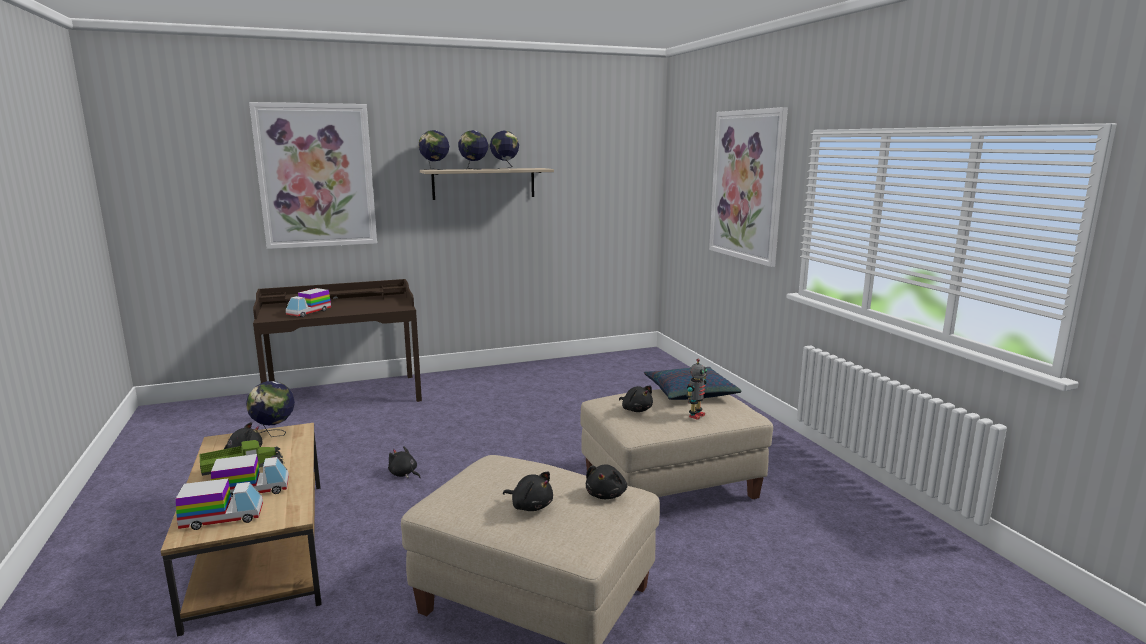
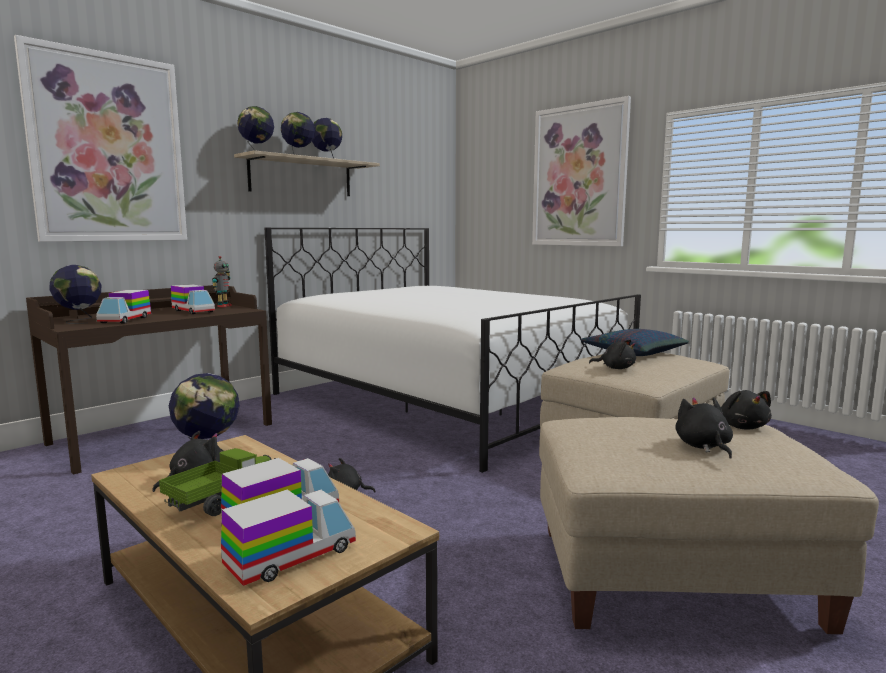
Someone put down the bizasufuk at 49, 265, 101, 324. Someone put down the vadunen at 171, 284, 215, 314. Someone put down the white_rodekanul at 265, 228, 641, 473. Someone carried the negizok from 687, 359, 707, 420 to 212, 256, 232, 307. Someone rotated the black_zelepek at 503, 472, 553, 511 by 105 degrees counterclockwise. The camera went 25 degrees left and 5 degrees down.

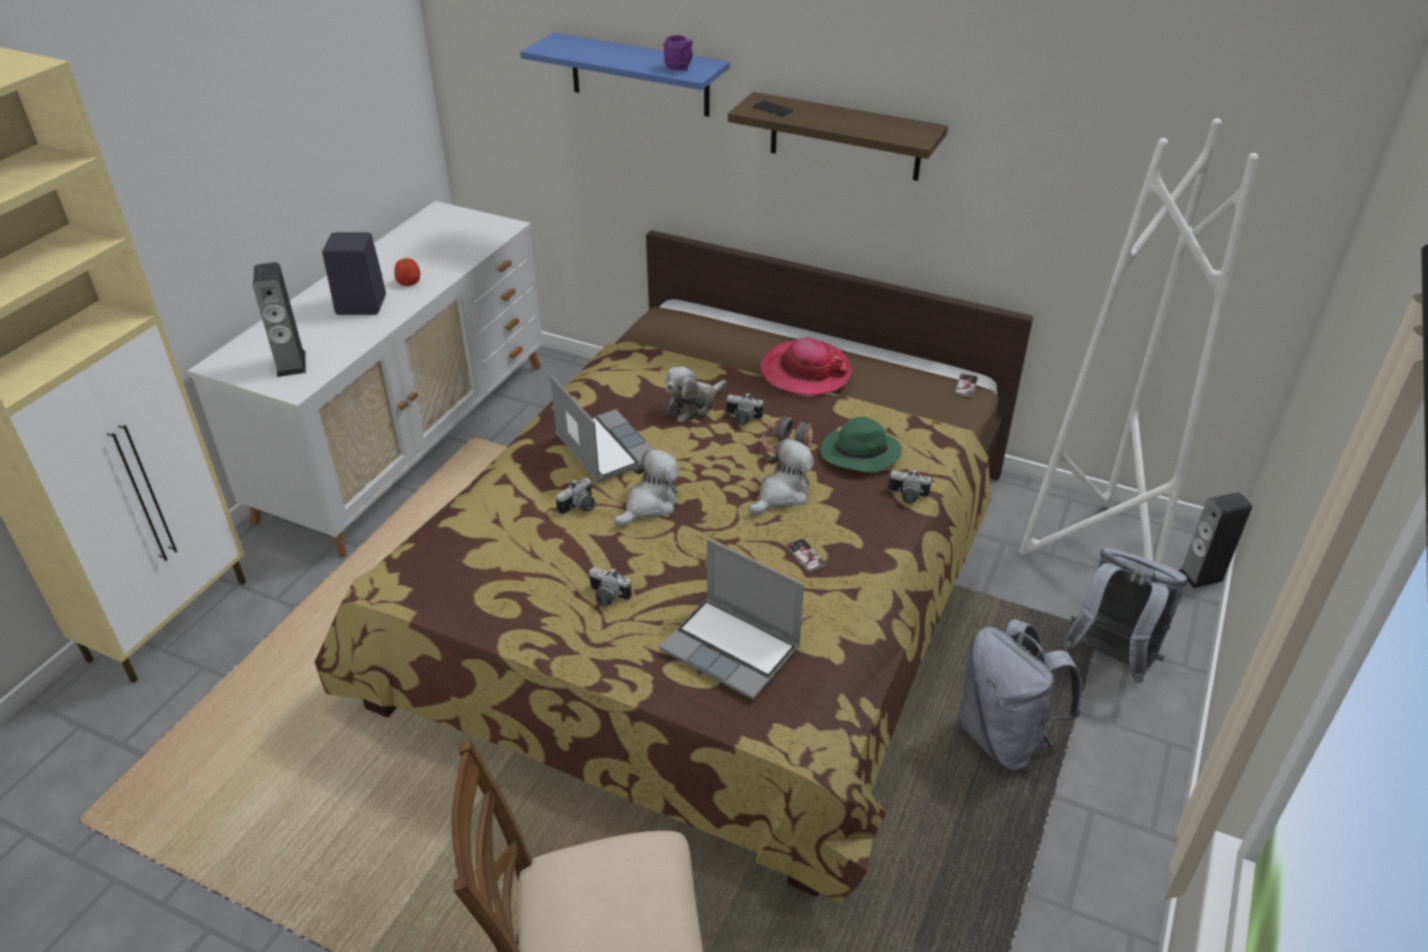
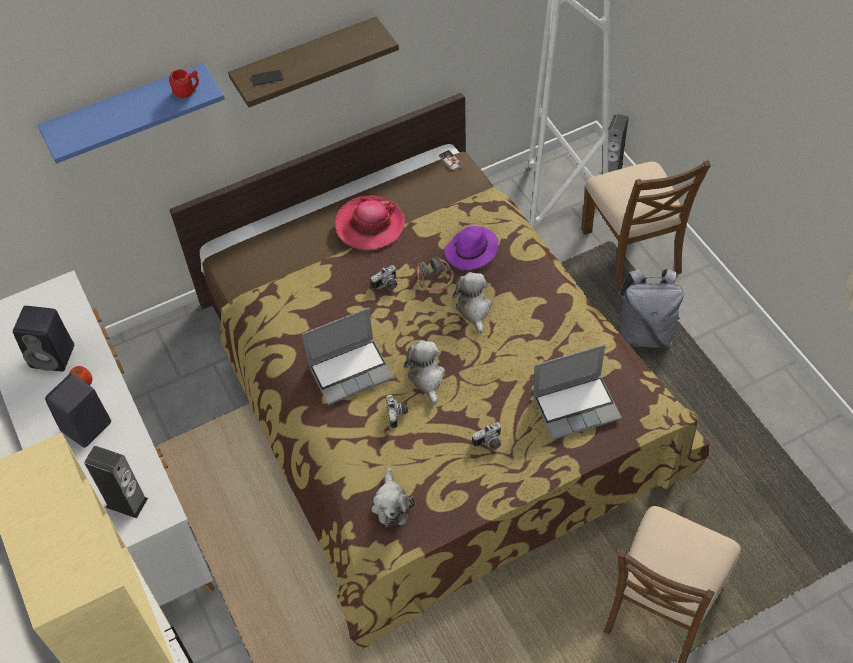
Someone took away the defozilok at 786, 539, 826, 572. Someone took away the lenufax at 889, 469, 931, 504. Someone put down the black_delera at 13, 306, 74, 372. Someone carried the zelepek from 665, 367, 727, 422 to 371, 468, 415, 527. Someone swapped the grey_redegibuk at 1062, 547, 1187, 683 for the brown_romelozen at 581, 160, 711, 290. Someone repainted the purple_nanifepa at 663, 35, 693, 71, which became the red_nanifepa at 169, 69, 199, 98. Someone repainted the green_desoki at 820, 417, 902, 473, which became the purple_desoki at 444, 226, 498, 270. Someone rotated the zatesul at 550, 374, 652, 483 by 150 degrees clockwise. The camera went 50 degrees left and 15 degrees up.

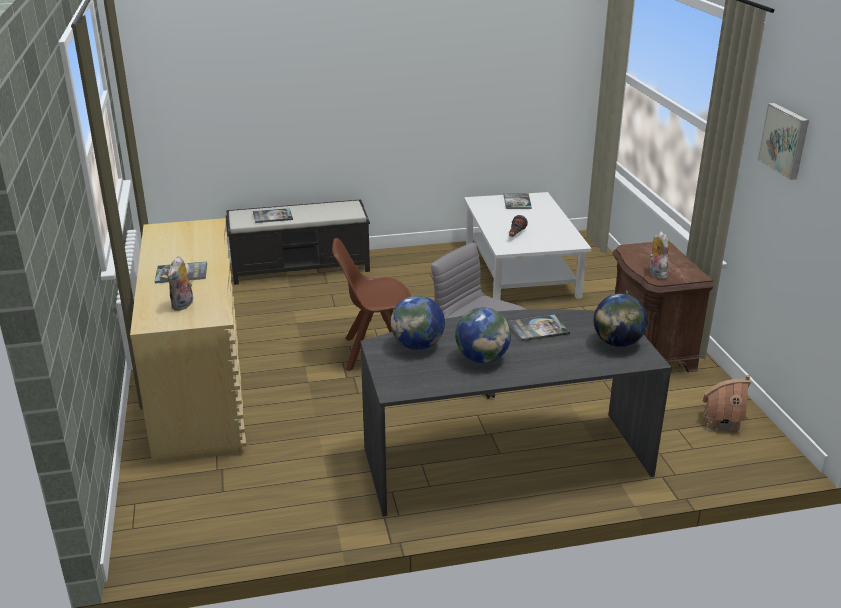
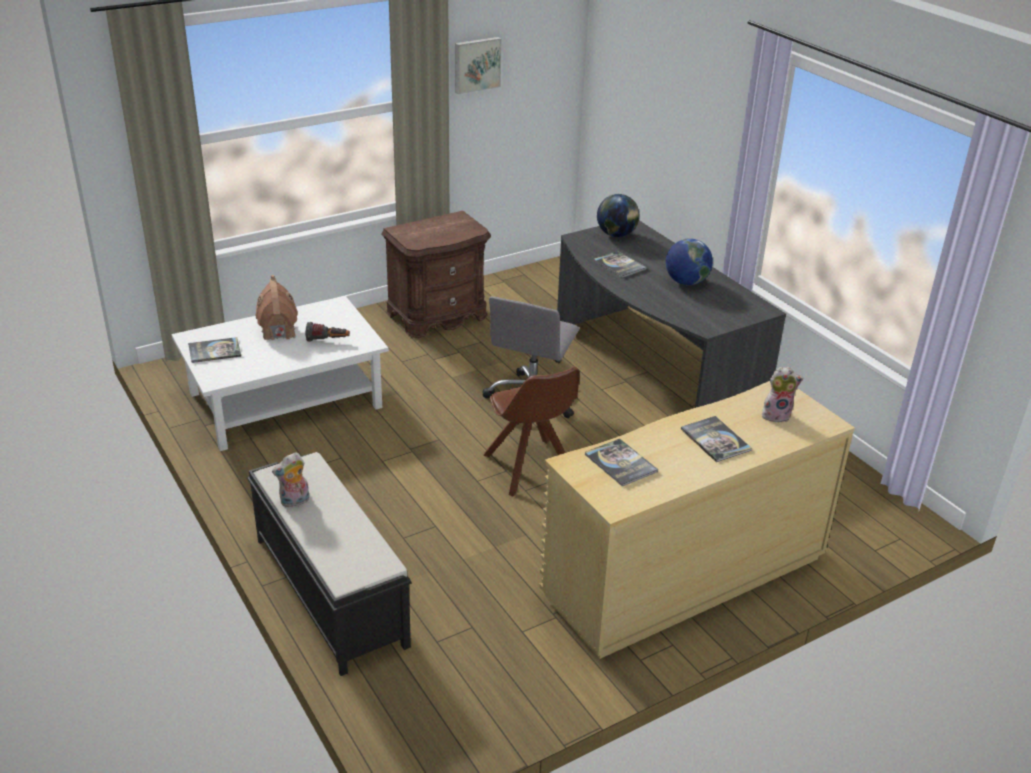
Someone took away the bizasufuk at 391, 296, 445, 350. Someone carried the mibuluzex from 253, 208, 293, 223 to 585, 439, 658, 487. Someone carried the zelepek from 649, 232, 669, 279 to 272, 452, 309, 507. Someone carried the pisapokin from 703, 375, 751, 431 to 256, 275, 298, 340. The camera went 110 degrees left and 5 degrees up.

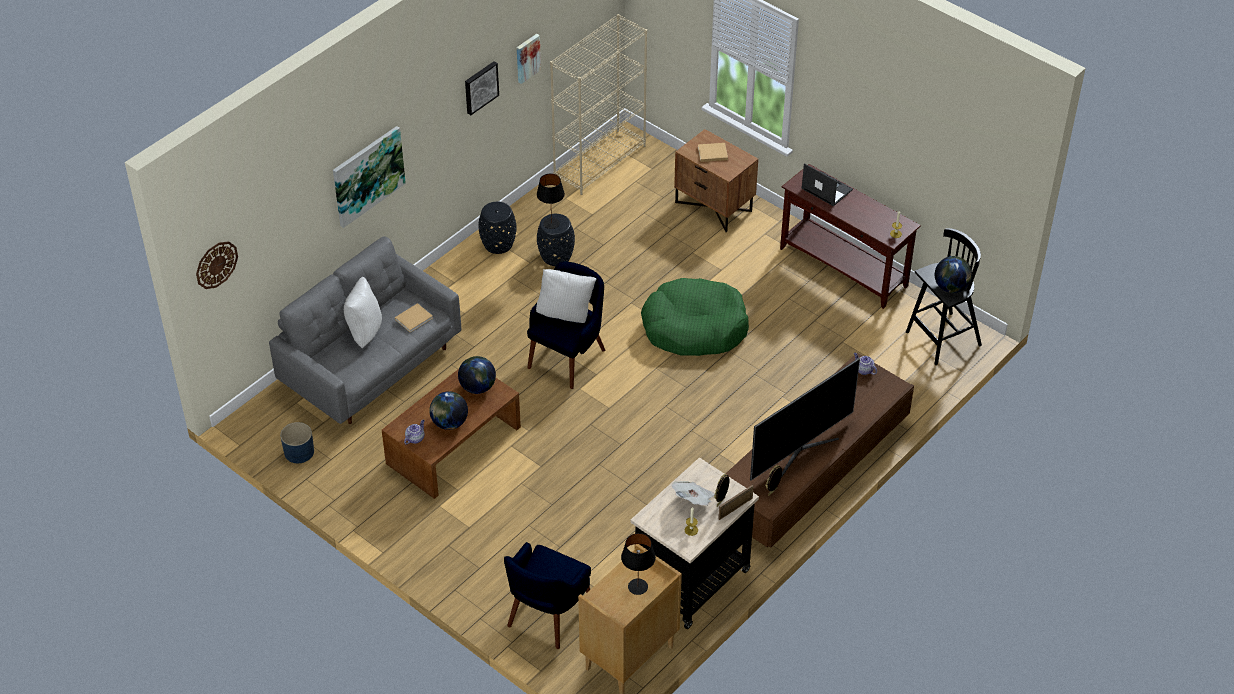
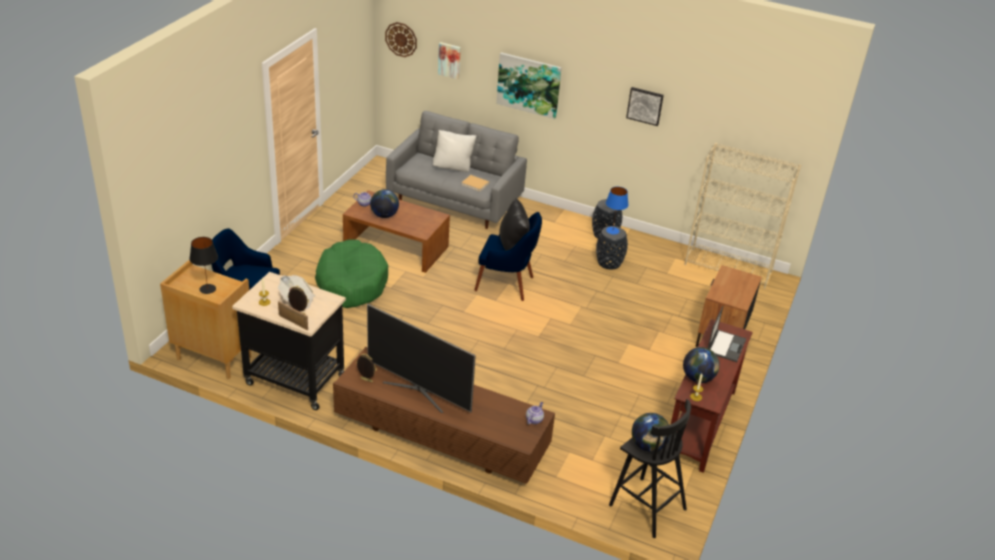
Someone took away the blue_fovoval at 280, 422, 314, 463. Someone took away the beige_mibuluzex at 698, 143, 728, 162. Someone carried the bizasufuk from 458, 356, 496, 394 to 683, 347, 720, 383. Someone carried the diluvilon from 517, 34, 541, 84 to 438, 42, 461, 79. Someone carried the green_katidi from 641, 278, 749, 356 to 315, 239, 388, 308. Someone repainted the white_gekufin at 536, 269, 596, 323, which became the black_gekufin at 499, 198, 530, 251. Someone repainted the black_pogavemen at 537, 173, 565, 229, which became the blue_pogavemen at 606, 187, 628, 234. The camera went 70 degrees right and 10 degrees down.

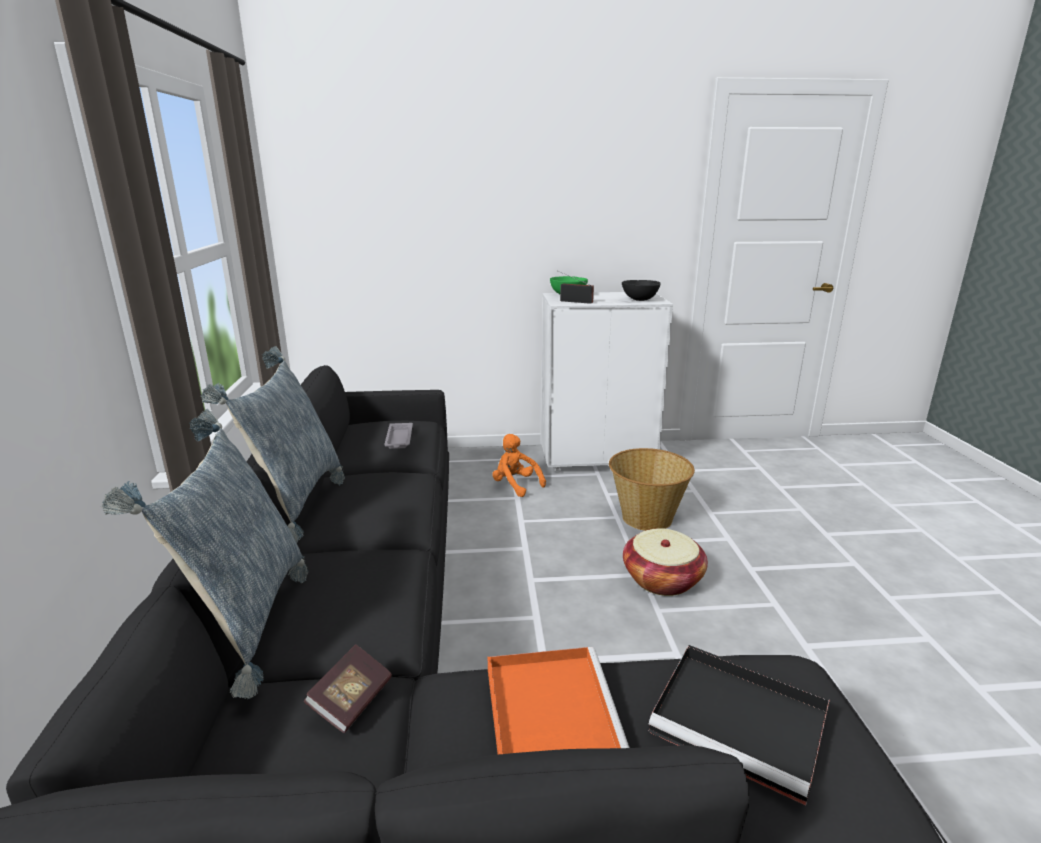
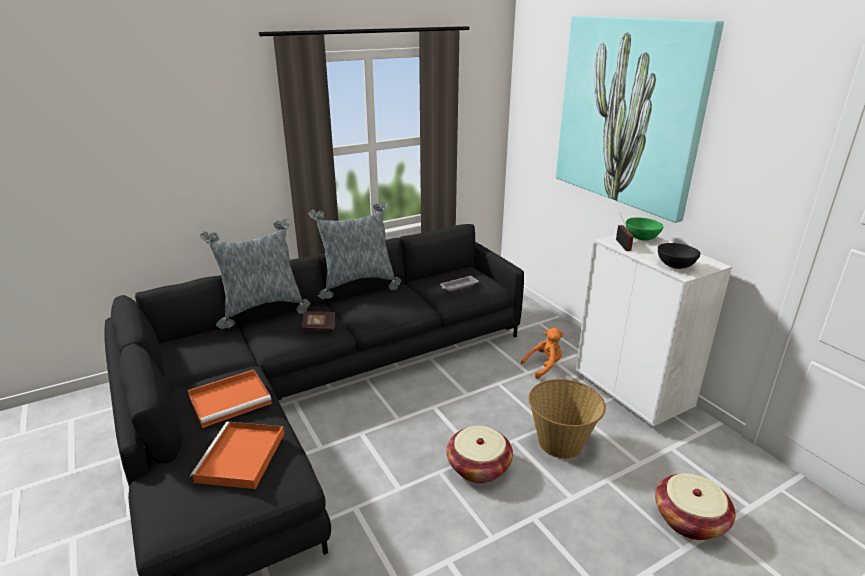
Someone put up the diluvilon at 556, 16, 724, 223. Someone put down the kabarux at 655, 473, 736, 540. Someone carried the mibuluzex from 304, 644, 392, 733 to 302, 311, 335, 331. Someone repainted the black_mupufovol at 648, 645, 830, 806, which became the orange_mupufovol at 190, 422, 284, 489. Someone rotated the orange_zelepek at 492, 434, 546, 497 by 45 degrees clockwise. The camera went 65 degrees right and 5 degrees up.

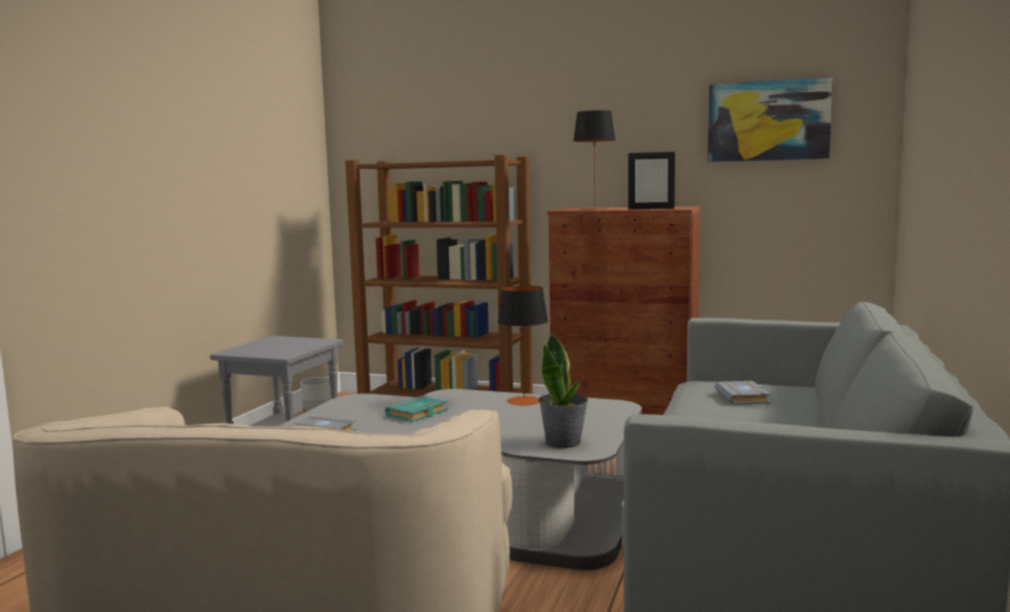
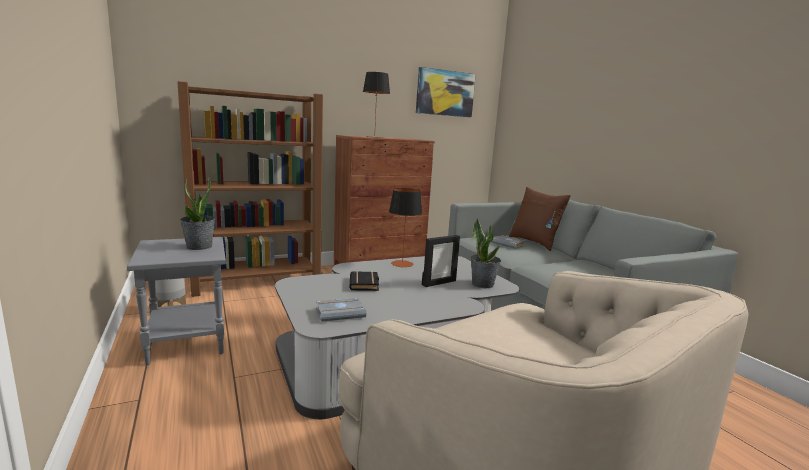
Someone put down the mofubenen at 180, 176, 215, 250. Someone put down the brown_gekufin at 509, 187, 571, 251. Someone carried the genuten from 628, 152, 675, 209 to 422, 235, 460, 287. Someone repainted the turquoise_mibuluzex at 385, 396, 448, 422, which became the black_mibuluzex at 349, 271, 379, 291. The camera went 45 degrees left and 5 degrees up.

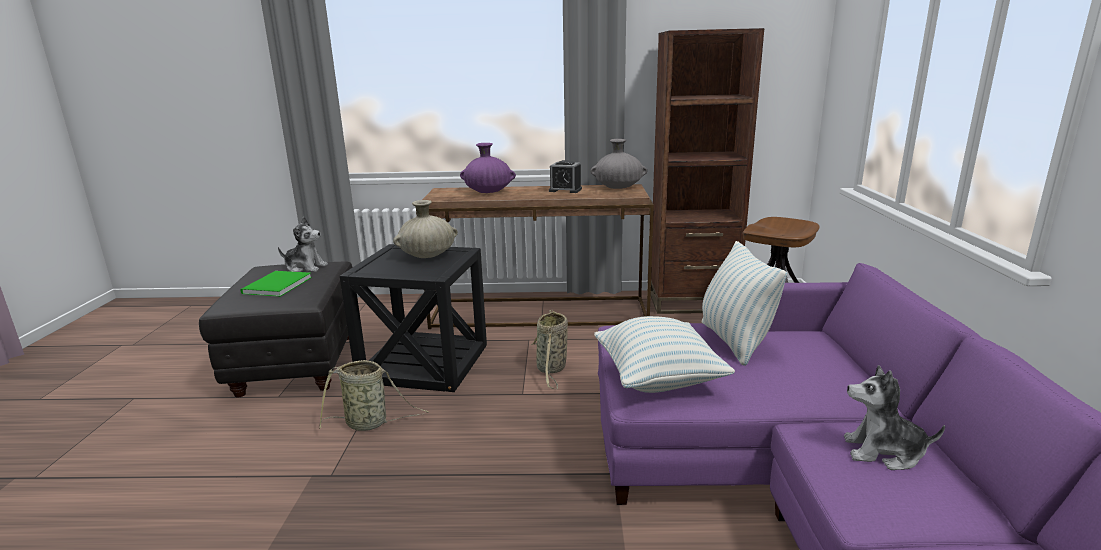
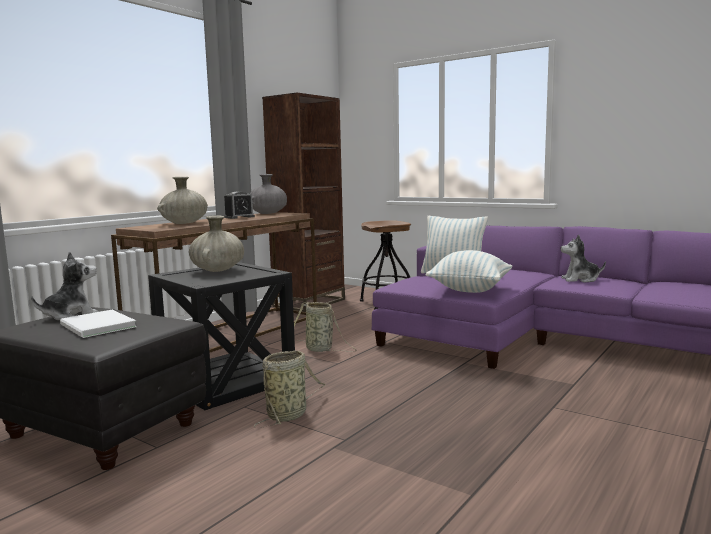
Someone repainted the green_mibuluzex at 241, 271, 312, 297, which became the white_mibuluzex at 60, 310, 137, 338. Someone repainted the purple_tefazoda at 460, 143, 516, 193, which became the beige_tefazoda at 157, 177, 208, 224. Someone rotated the zelepek at 844, 365, 945, 470 by 45 degrees clockwise. The camera went 55 degrees left and 10 degrees down.

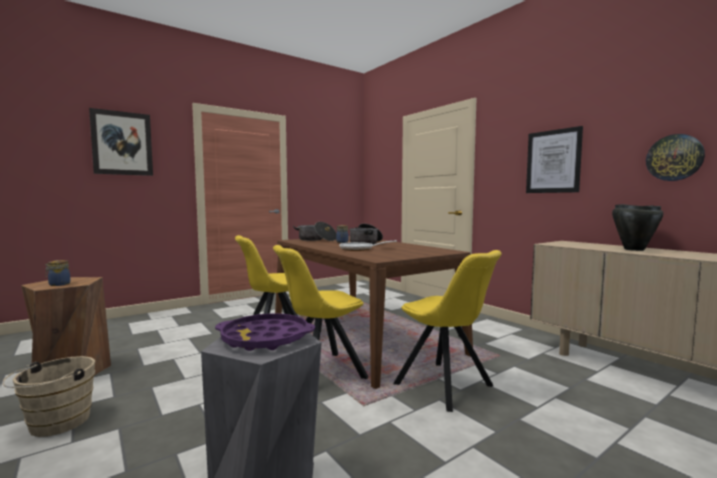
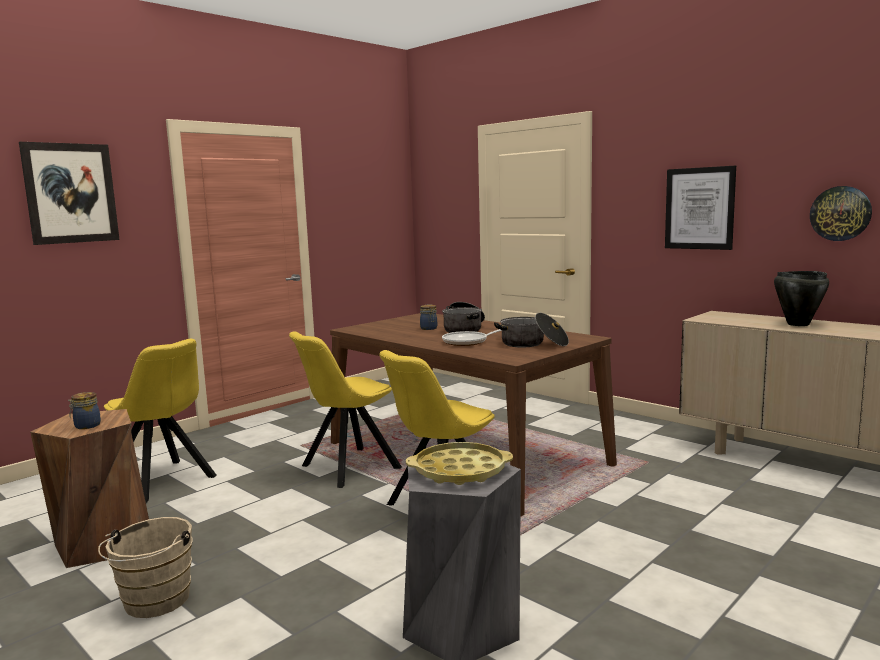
Someone carried the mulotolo from 293, 222, 336, 241 to 494, 313, 569, 348. Someone carried the yellow_romelozen from 394, 250, 502, 412 to 104, 339, 216, 503. Someone repainted the purple_mupufovol at 215, 313, 315, 351, which became the yellow_mupufovol at 406, 442, 513, 485. The camera went 10 degrees left and 5 degrees up.

